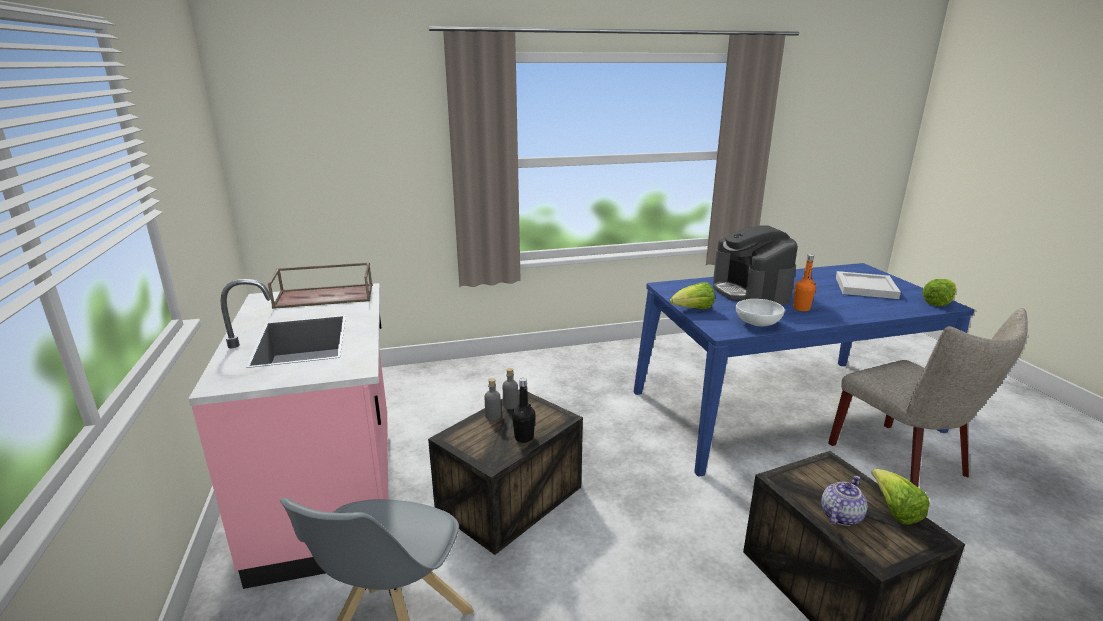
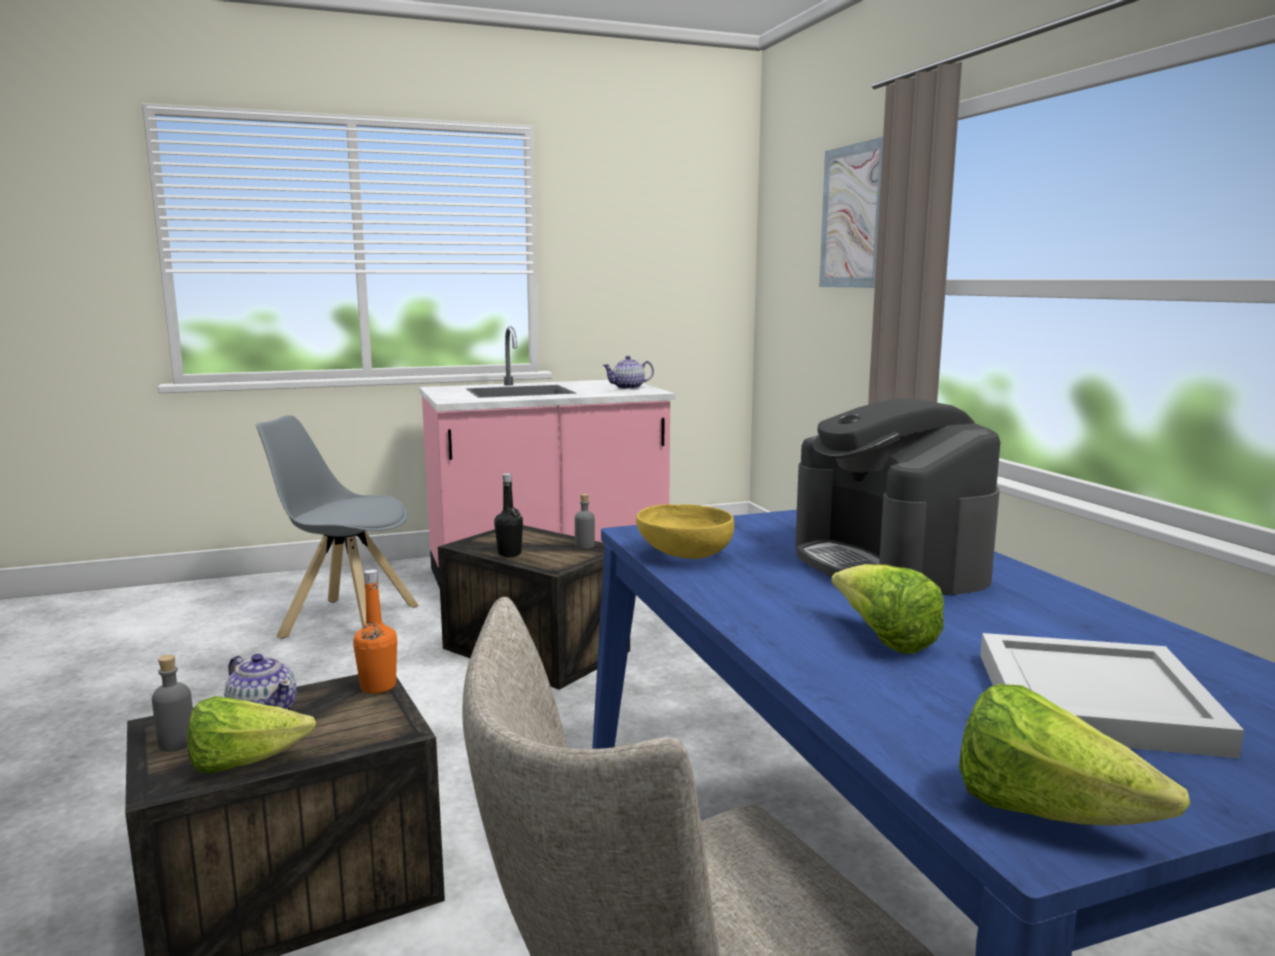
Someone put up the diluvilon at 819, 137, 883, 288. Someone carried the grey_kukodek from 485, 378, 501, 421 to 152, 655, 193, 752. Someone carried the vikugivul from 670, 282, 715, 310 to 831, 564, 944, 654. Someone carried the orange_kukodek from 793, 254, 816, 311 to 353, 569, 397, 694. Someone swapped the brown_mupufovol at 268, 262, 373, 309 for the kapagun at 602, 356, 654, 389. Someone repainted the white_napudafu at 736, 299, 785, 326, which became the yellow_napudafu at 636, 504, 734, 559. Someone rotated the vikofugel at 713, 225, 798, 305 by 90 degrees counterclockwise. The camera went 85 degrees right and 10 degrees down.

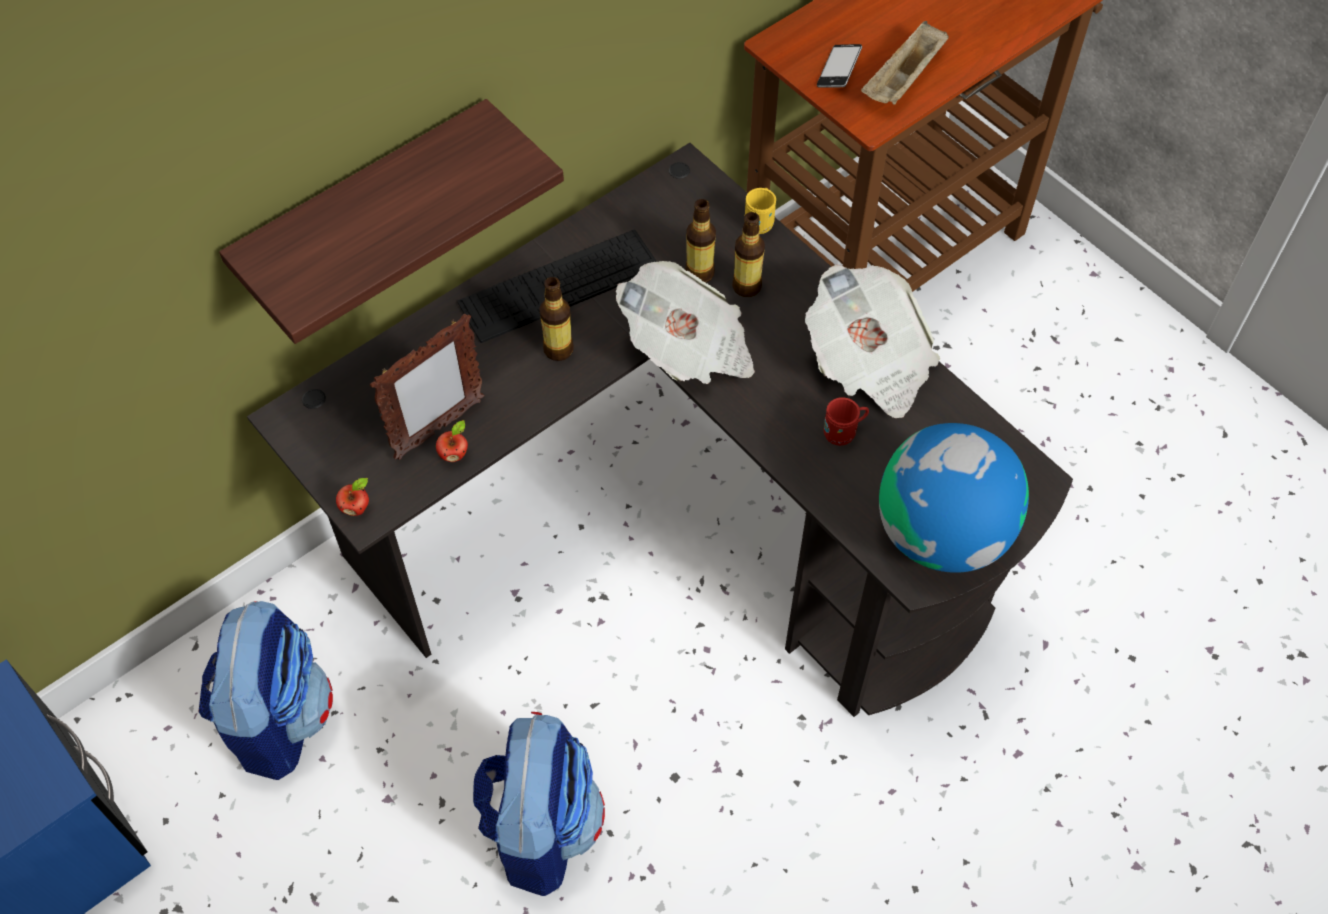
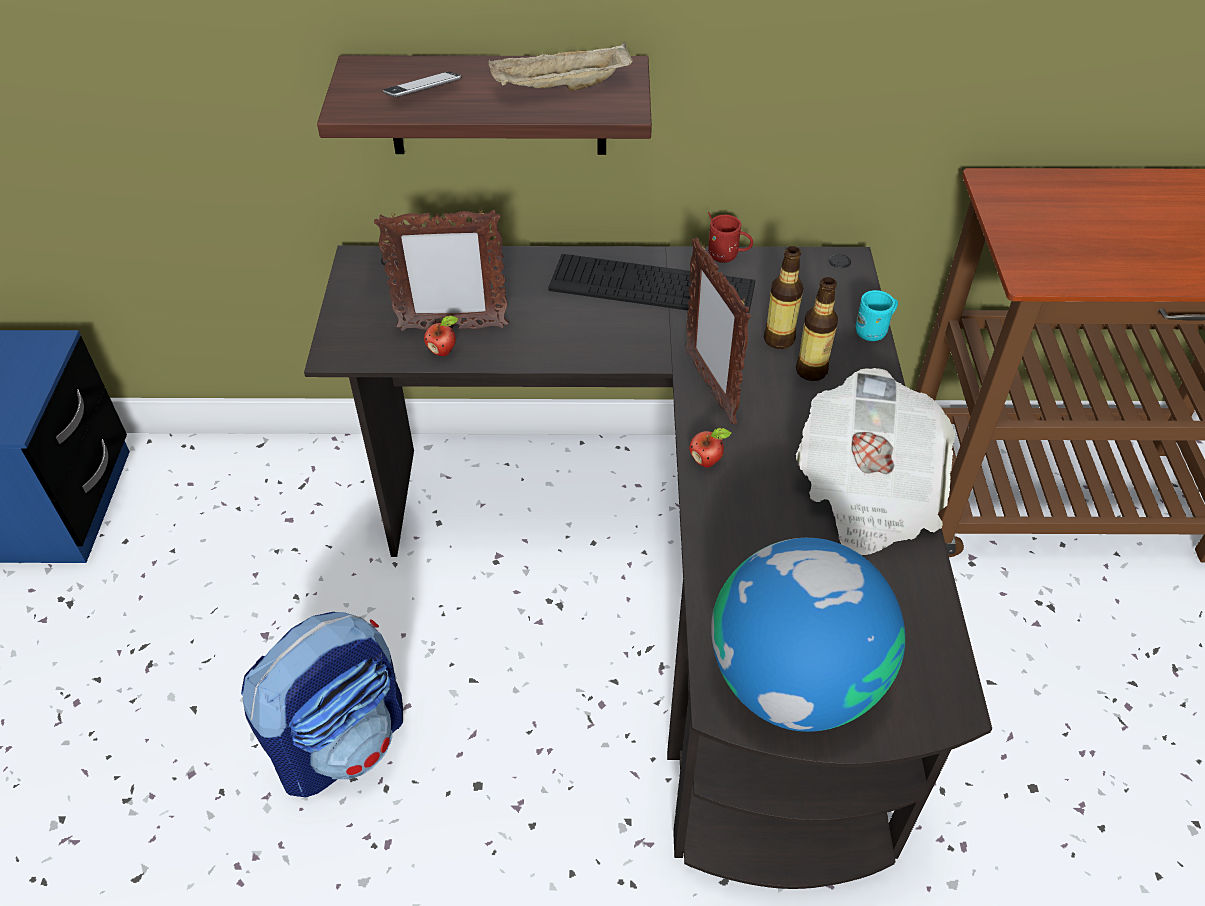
Someone took away the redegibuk at 199, 601, 333, 780. Someone took away the kukodek at 539, 277, 574, 361. Someone carried the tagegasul from 336, 478, 369, 516 to 689, 428, 731, 468. Someone carried the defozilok from 817, 44, 862, 88 to 383, 71, 461, 97. Someone carried the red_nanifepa from 823, 397, 869, 446 to 708, 212, 753, 263. Someone carried the beige_mupufovol from 861, 21, 949, 105 to 488, 43, 633, 91. Someone swapped the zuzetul at 616, 261, 755, 384 for the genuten at 685, 238, 751, 424. Someone repainted the yellow_nanifepa at 745, 188, 776, 234, which became the turquoise_nanifepa at 855, 290, 898, 341. The camera went 40 degrees right and 10 degrees down.

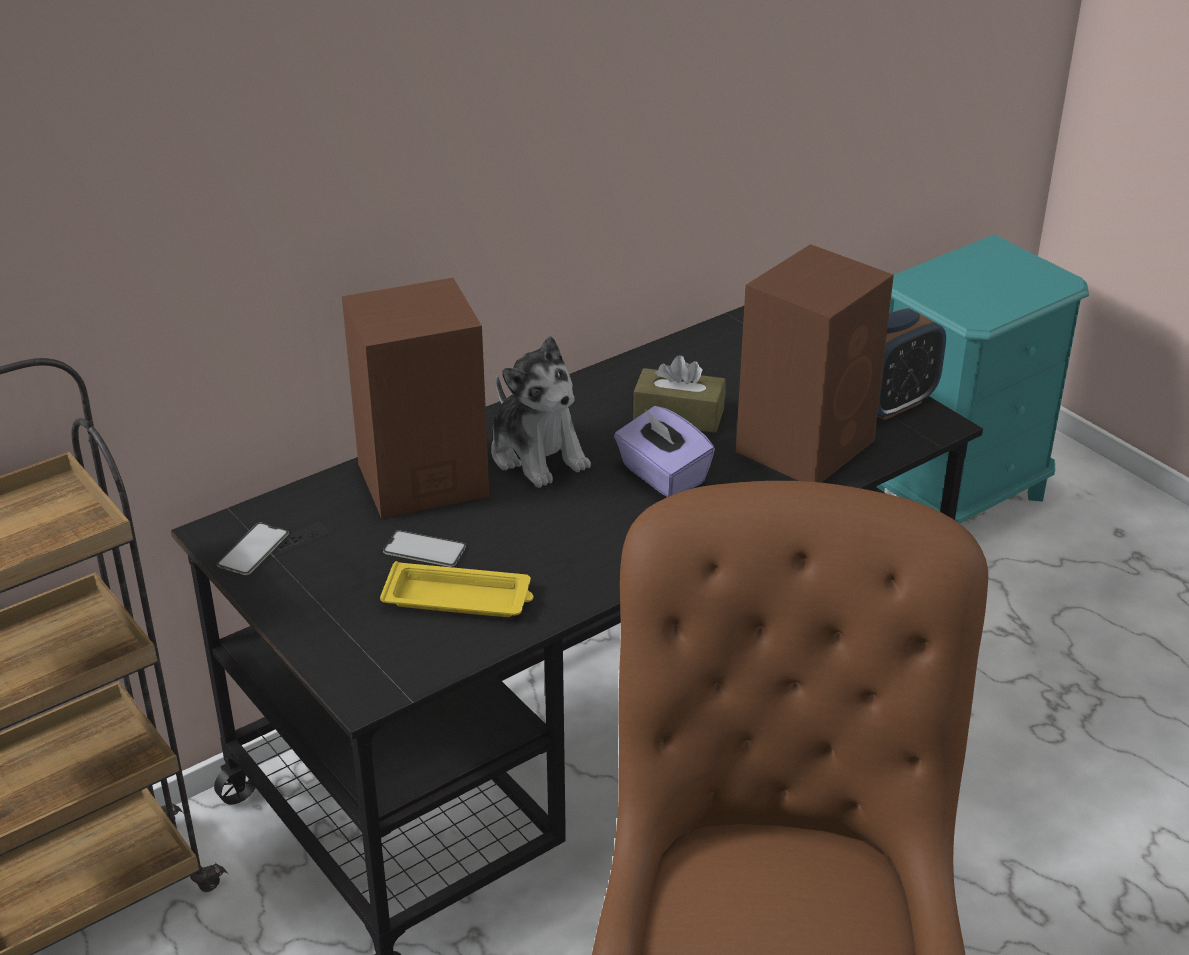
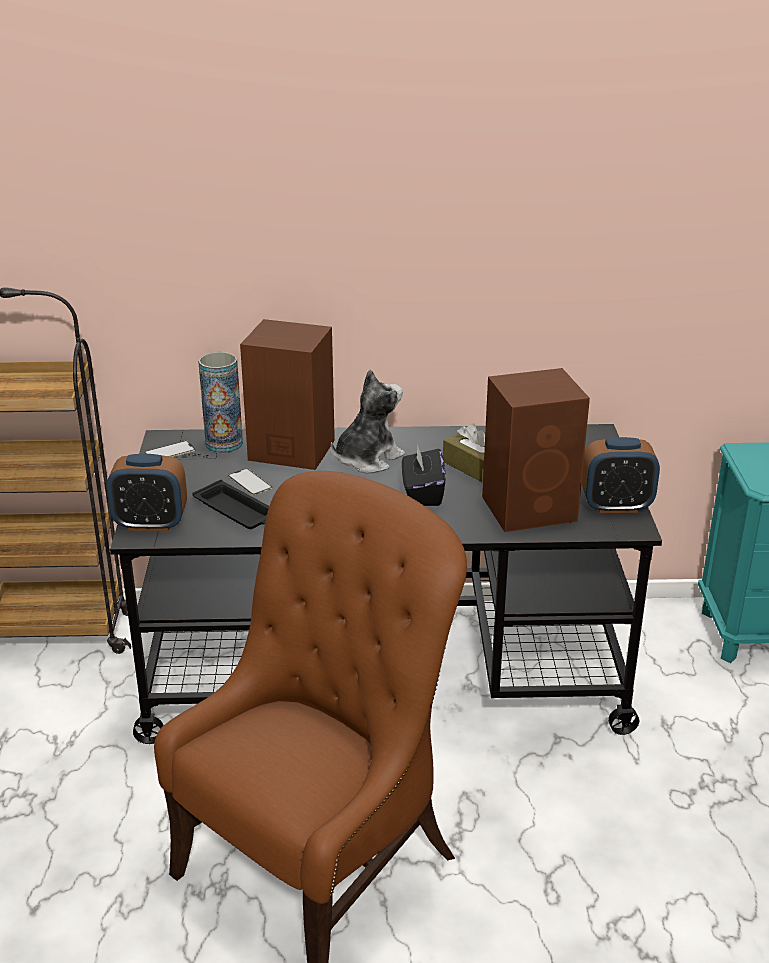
Someone put down the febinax at 107, 454, 187, 531. Someone put down the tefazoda at 198, 352, 243, 453. Someone repainted the yellow_mupufovol at 380, 561, 534, 617, which became the black_mupufovol at 192, 480, 269, 529. Someone repainted the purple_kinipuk at 614, 406, 715, 497, which became the black_kinipuk at 402, 444, 446, 506. Someone rotated the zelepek at 491, 336, 591, 488 by 135 degrees counterclockwise. The camera went 35 degrees right and 5 degrees down.

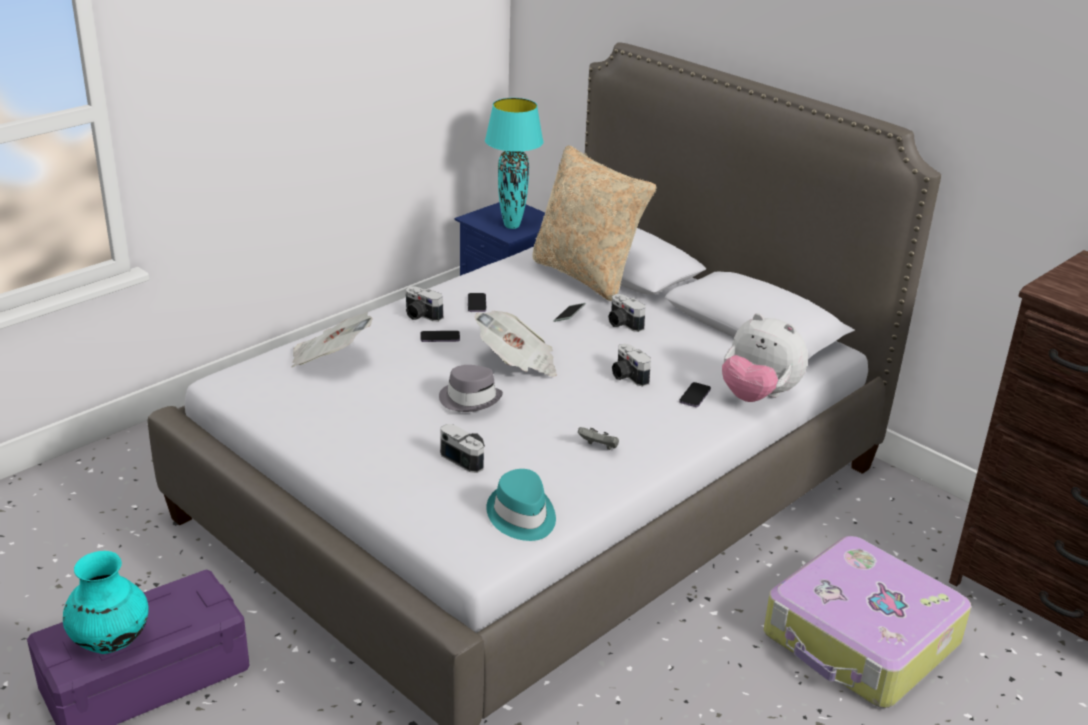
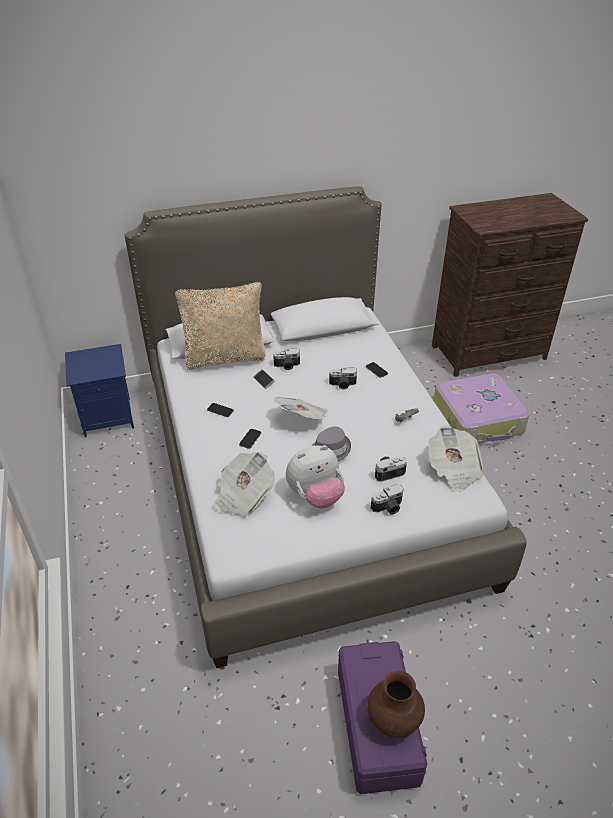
Someone took away the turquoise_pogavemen at 485, 98, 544, 229. Someone carried the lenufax from 406, 286, 443, 321 to 371, 484, 404, 515. Someone carried the zelepek from 722, 313, 808, 402 to 286, 445, 345, 508. Someone swapped the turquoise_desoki at 486, 469, 556, 541 for the zuzetul at 428, 425, 484, 492. Someone repainted the turquoise_tefazoda at 63, 551, 148, 654, which became the brown_tefazoda at 367, 670, 425, 738. The camera went 60 degrees left and 10 degrees up.

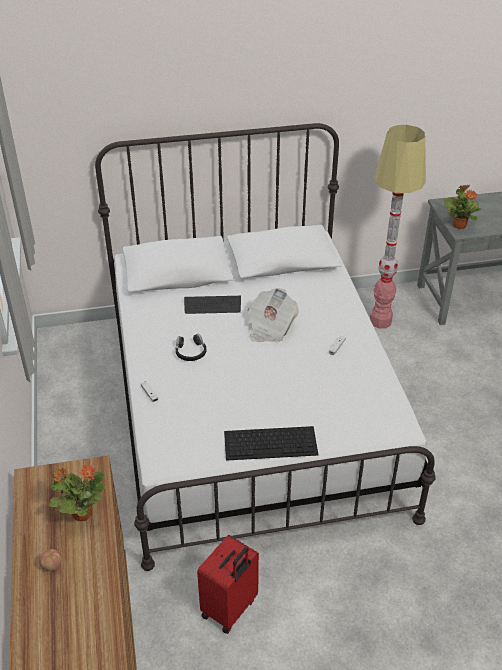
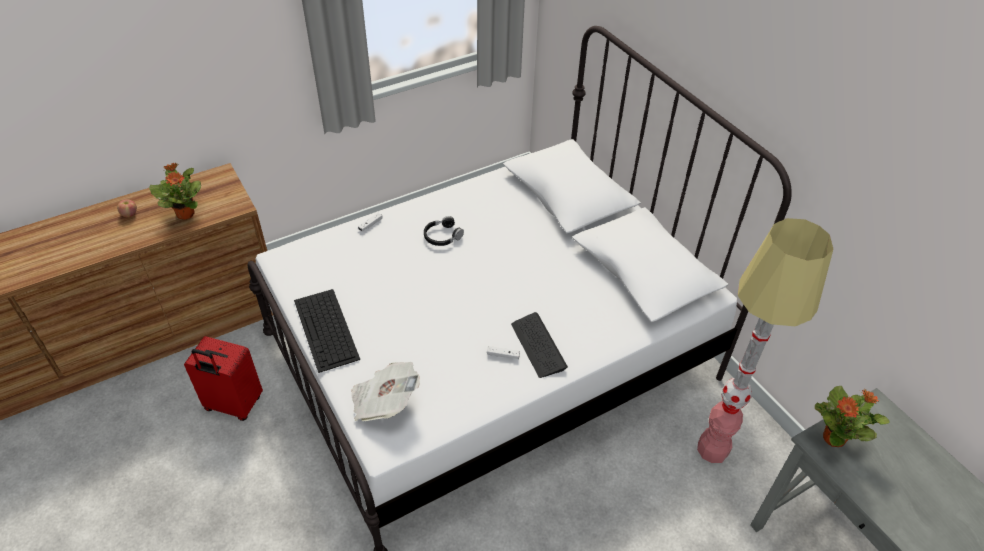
Someone carried the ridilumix from 184, 296, 241, 314 to 511, 312, 568, 378. Someone carried the zuzetul from 247, 288, 299, 342 to 351, 362, 420, 421. The camera went 70 degrees right and 5 degrees up.

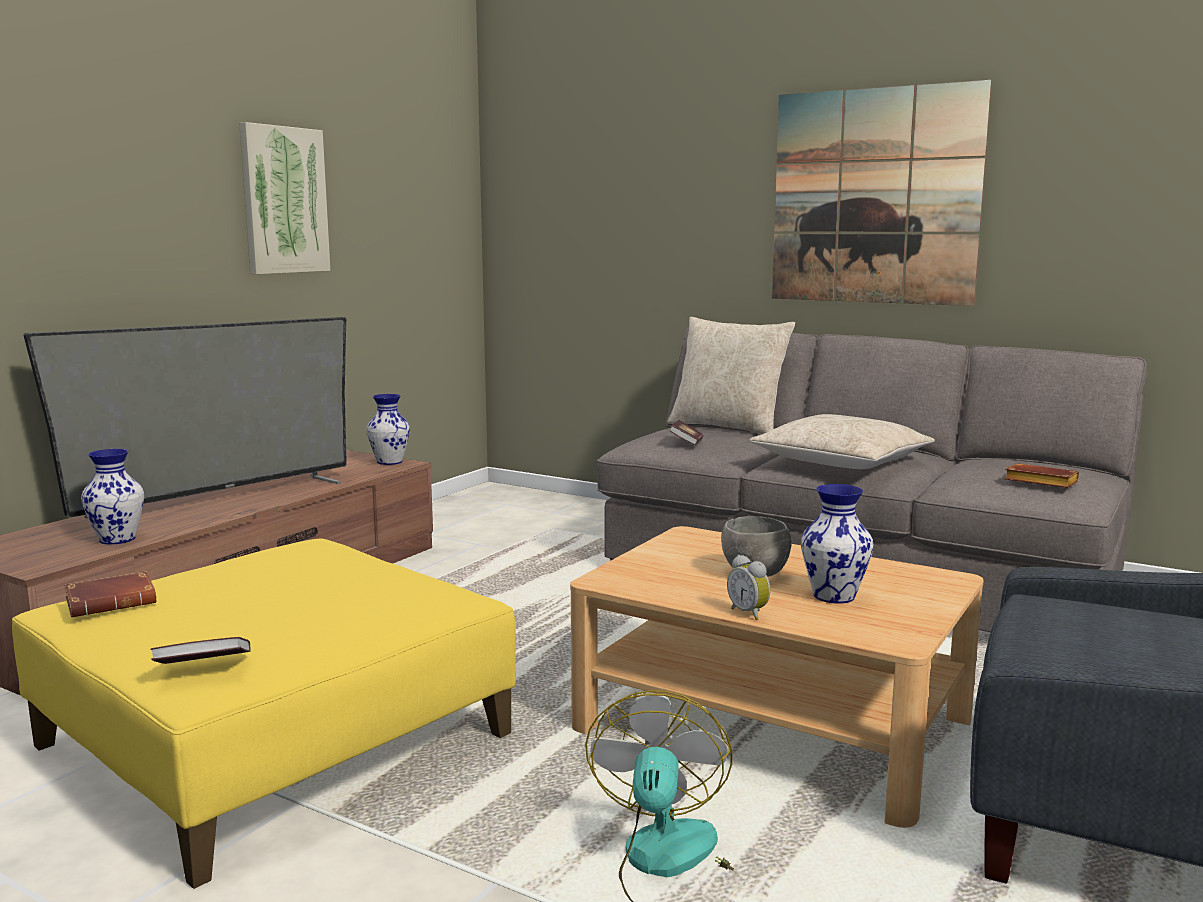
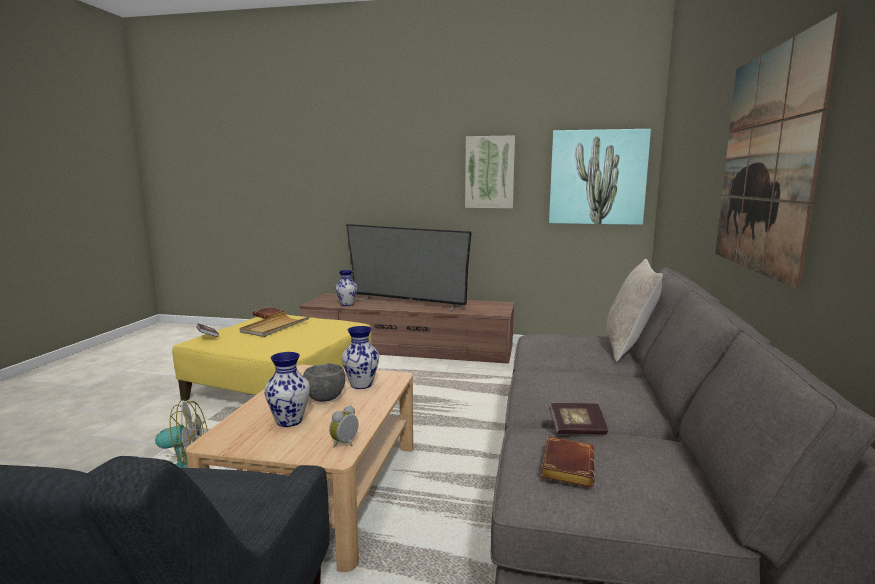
Someone took away the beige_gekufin at 749, 414, 935, 469. Someone put down the beige_mupufovol at 240, 312, 310, 337. Someone put up the diluvilon at 549, 129, 651, 225. Someone carried the tefazoda from 366, 394, 410, 465 to 342, 326, 379, 389. Someone carried the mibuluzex from 669, 420, 703, 445 to 549, 403, 608, 434. Someone carried the febinax from 727, 555, 770, 620 to 329, 406, 358, 448. The camera went 70 degrees right and 0 degrees up.

